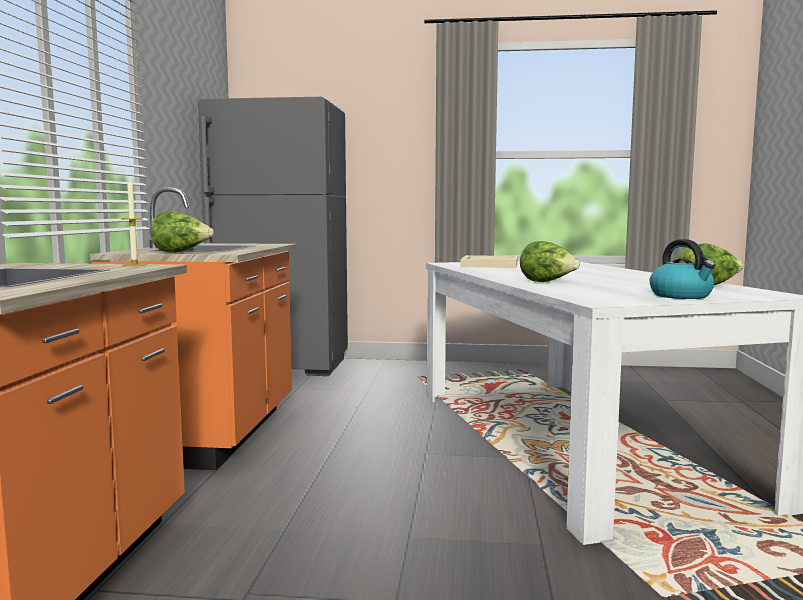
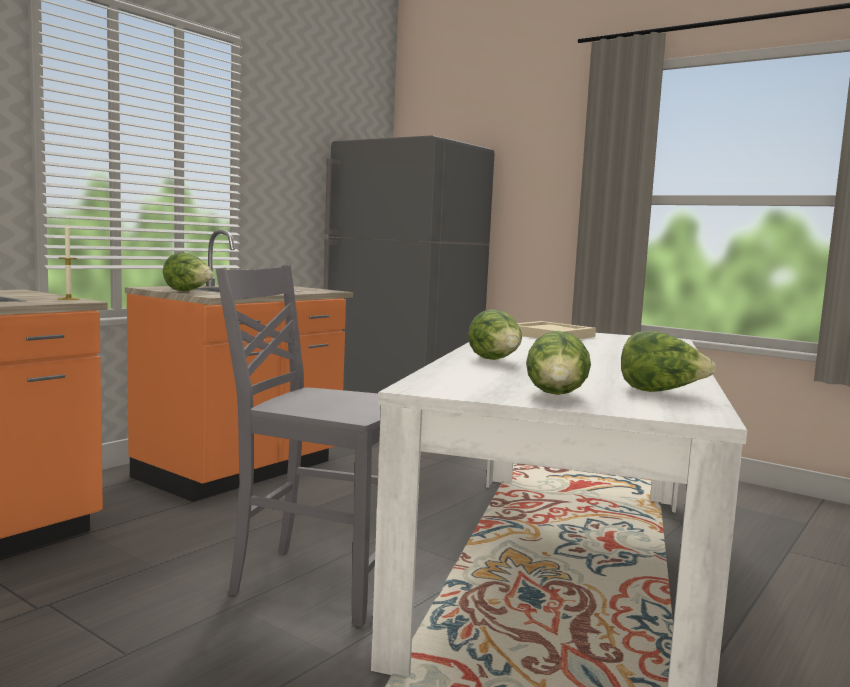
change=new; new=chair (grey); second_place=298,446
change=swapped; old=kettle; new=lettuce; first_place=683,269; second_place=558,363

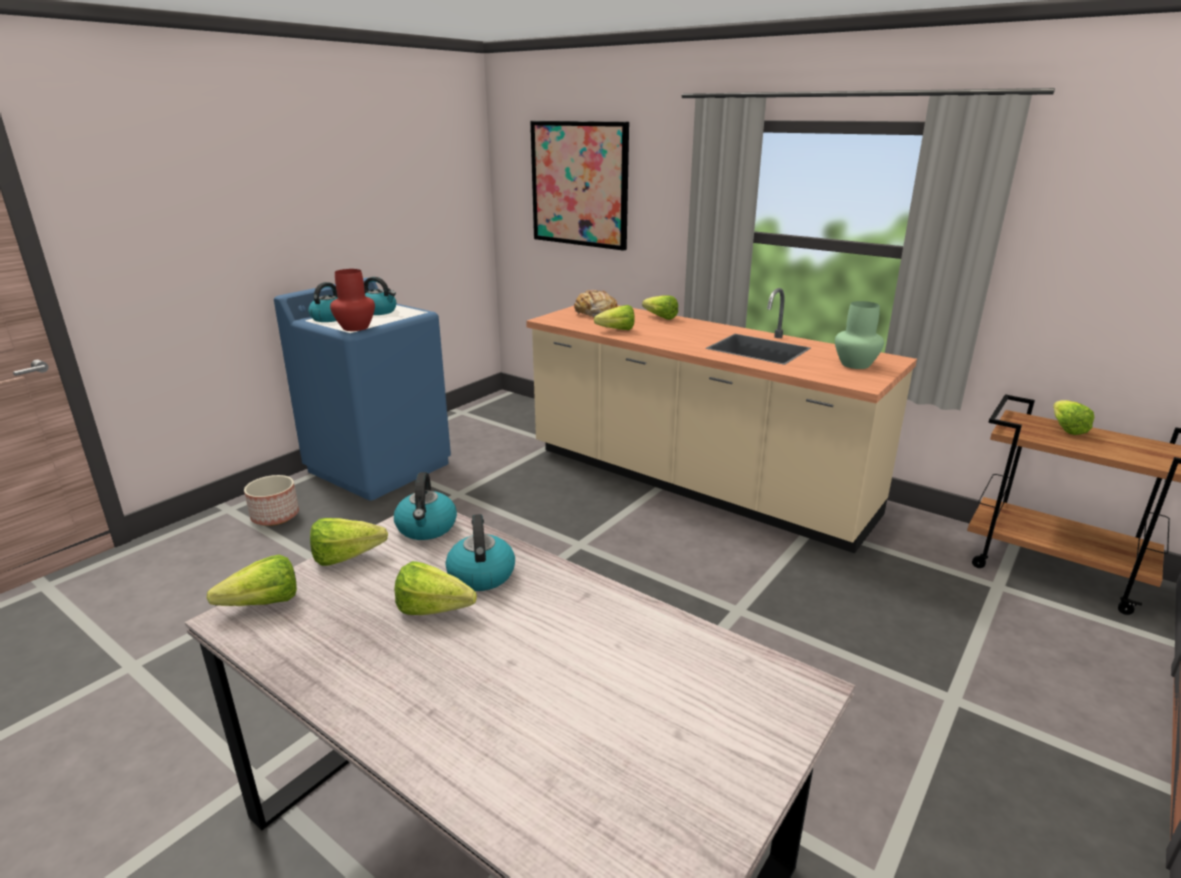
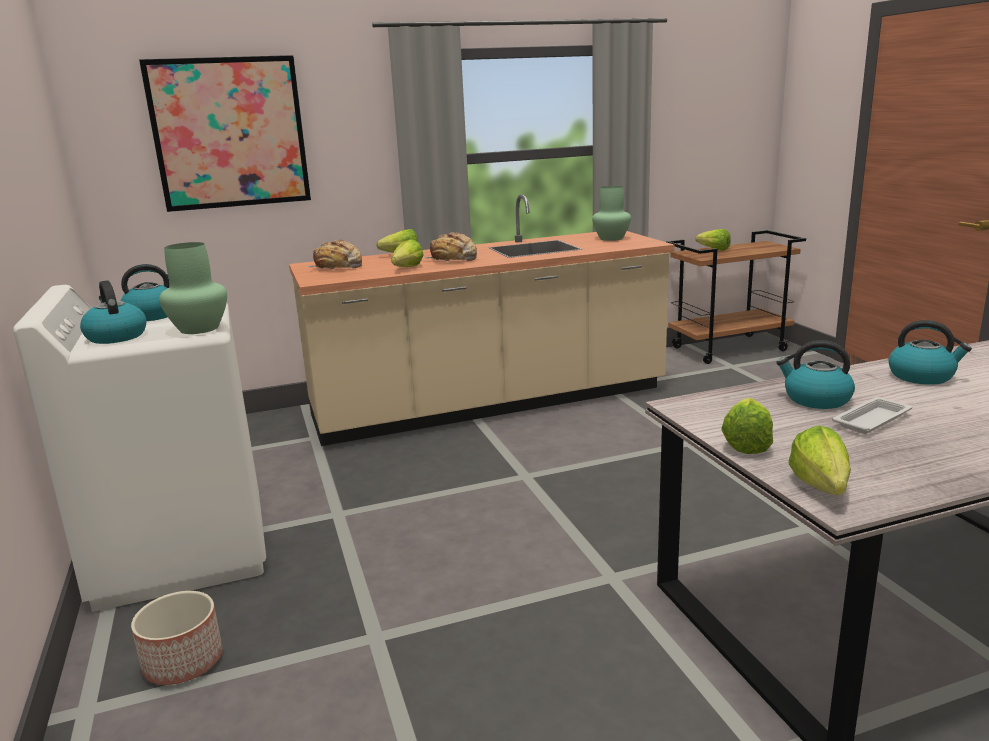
change=new; new=bread; second_place=450,247
change=shifted; old=kettle; first_place=425,506; second_place=930,352
change=swapped; old=lettuce; new=tray (white); first_place=435,588; second_place=872,415
change=repainted; old=washing machine (blue); new=washing machine (white); first_place=362,389; second_place=139,448
change=repainted; old=vase (red); new=vase (green); first_place=352,300; second_place=193,288

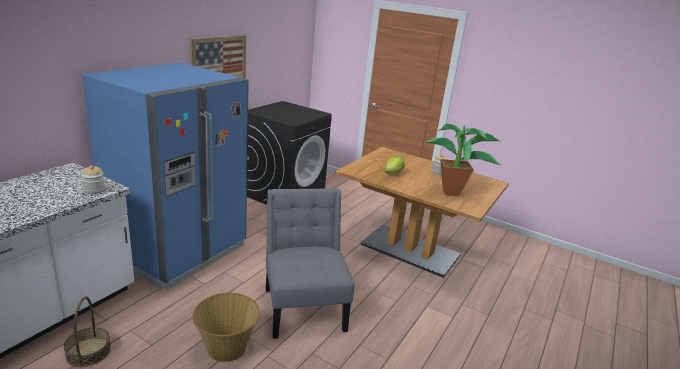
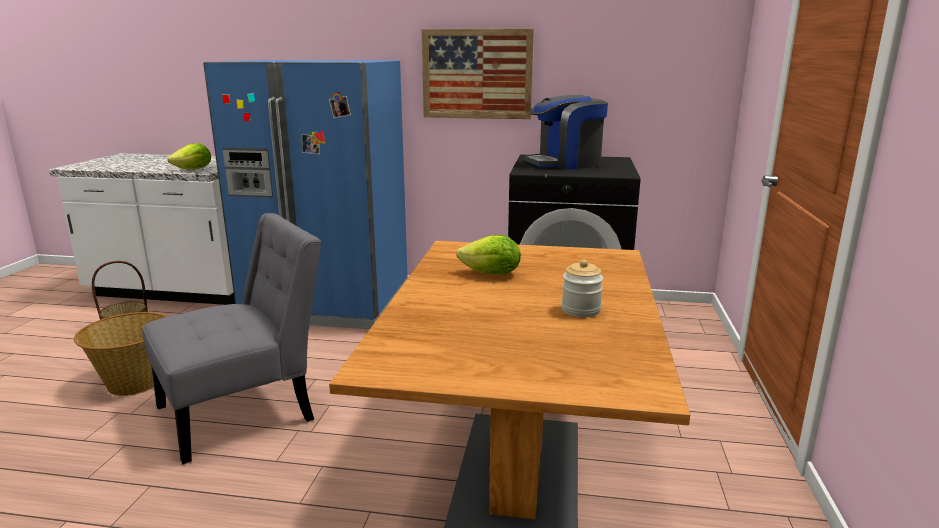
change=gone; old=potted plant; first_place=463,160
change=new; new=coffee machine; second_place=566,132
change=swapped; old=jar; new=lettuce; first_place=93,179; second_place=189,156

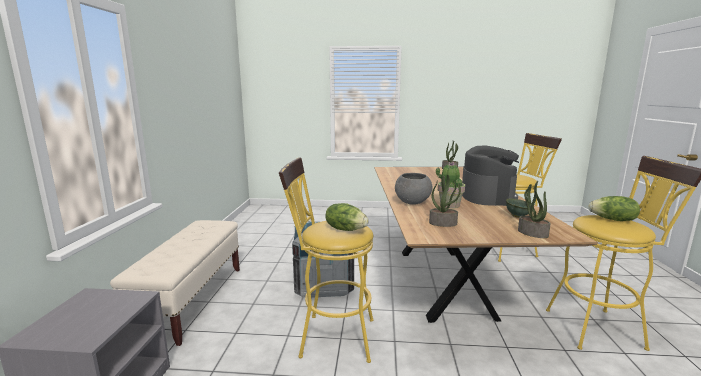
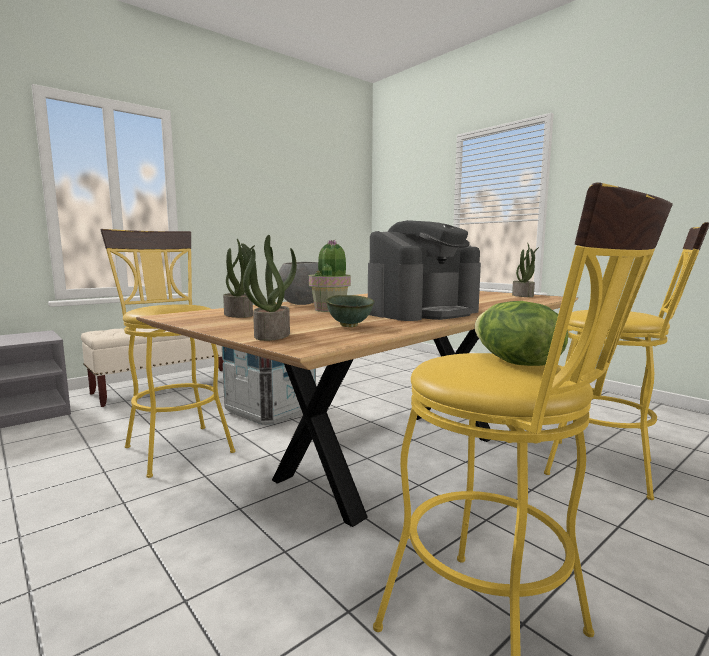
change=gone; old=lettuce; first_place=347,217

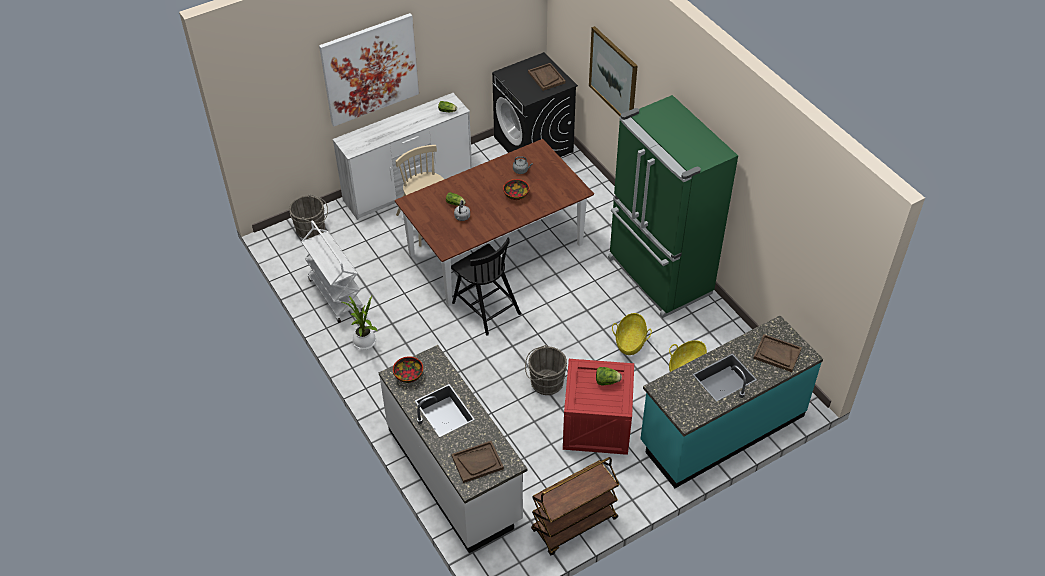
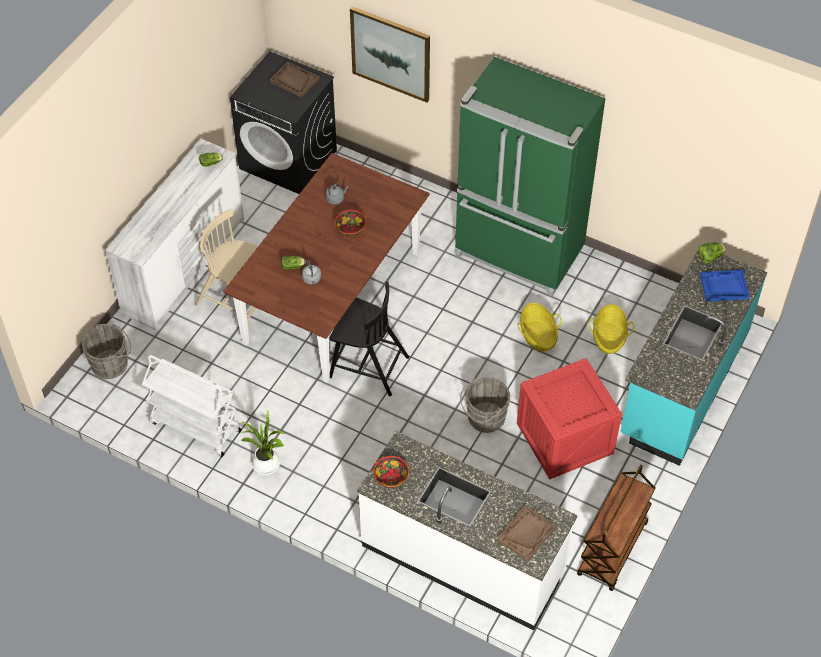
change=gone; old=picture; first_place=369,69
change=shifted; old=lettuce; first_place=609,376; second_place=712,252
change=repainted; old=tray (brown); new=tray (blue); first_place=777,353; second_place=725,286

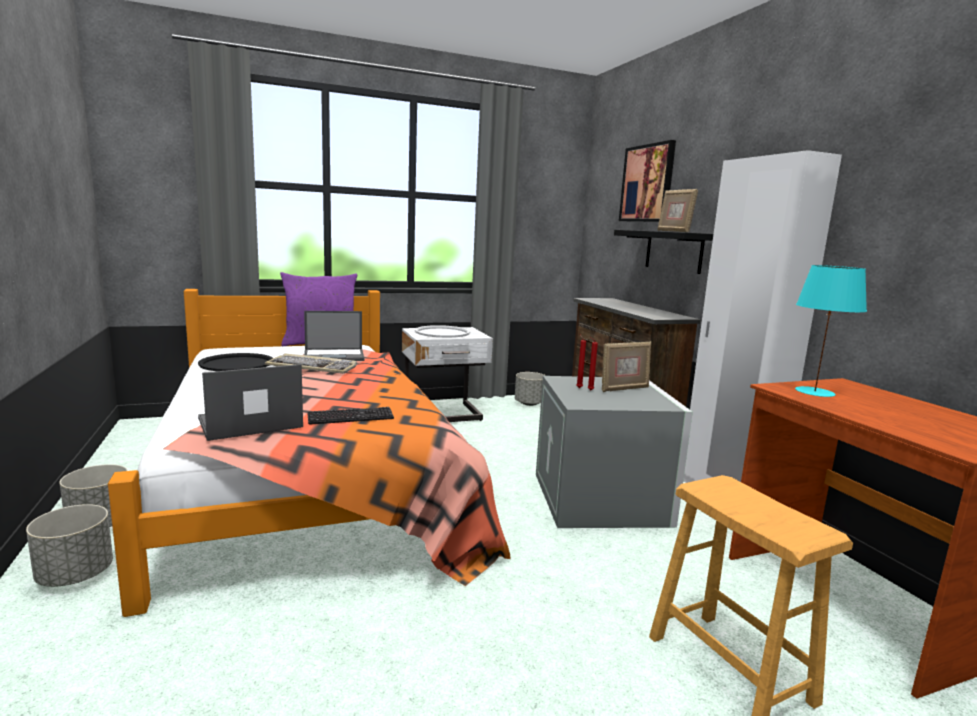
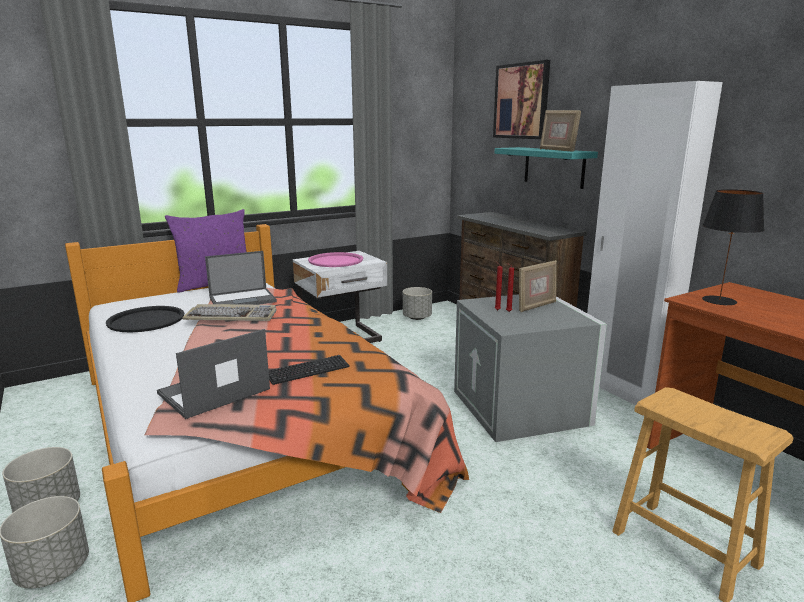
change=repainted; old=tray (white); new=tray (pink); first_place=442,331; second_place=335,259
change=repainted; old=shelf (black); new=shelf (turquoise); first_place=663,252; second_place=546,168
change=repainted; old=table lamp (turquoise); new=table lamp (black); first_place=831,331; second_place=733,247

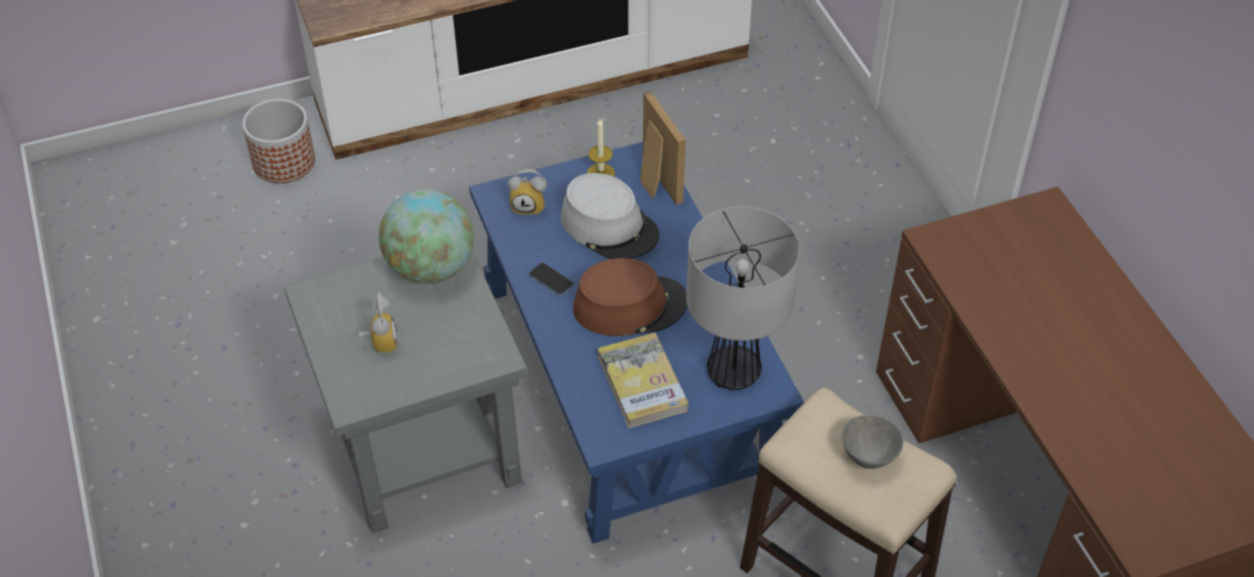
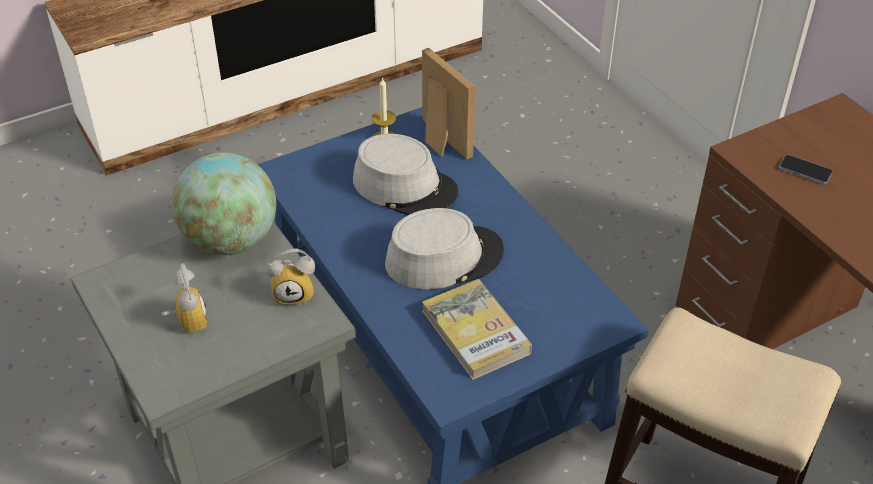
change=gone; old=planter; first_place=278,141
change=gone; old=table lamp; first_place=743,298
change=gone; old=bowl (grey); first_place=873,442
change=shifted; old=alarm clock; first_place=527,192; second_place=291,277
change=shifted; old=phone; first_place=551,279; second_place=806,169
change=repainted; old=hat (brown); new=hat (grey); first_place=630,297; second_place=444,248

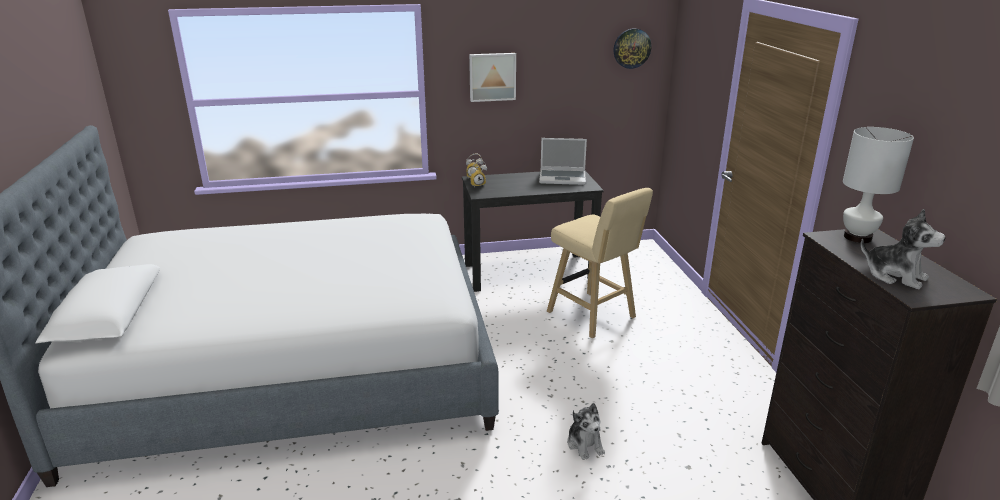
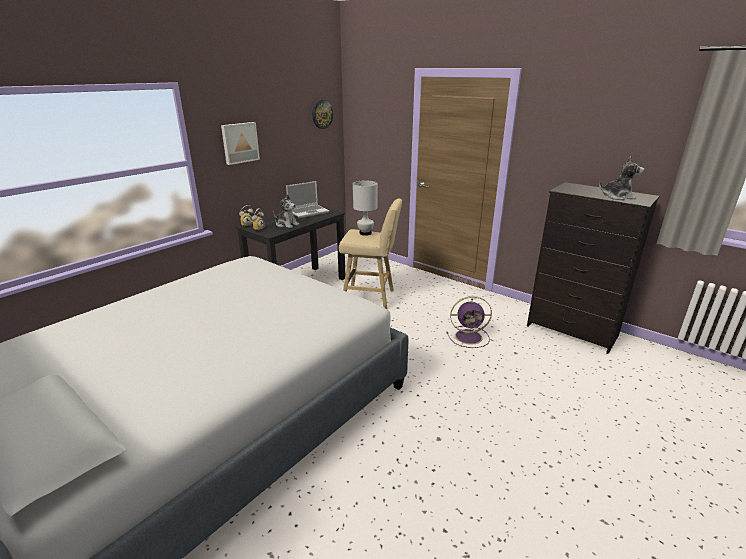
change=new; new=fan (purple); second_place=469,322
change=shifted; old=plush toy; first_place=586,431; second_place=286,211
change=shifted; old=table lamp (white); first_place=878,185; second_place=365,208

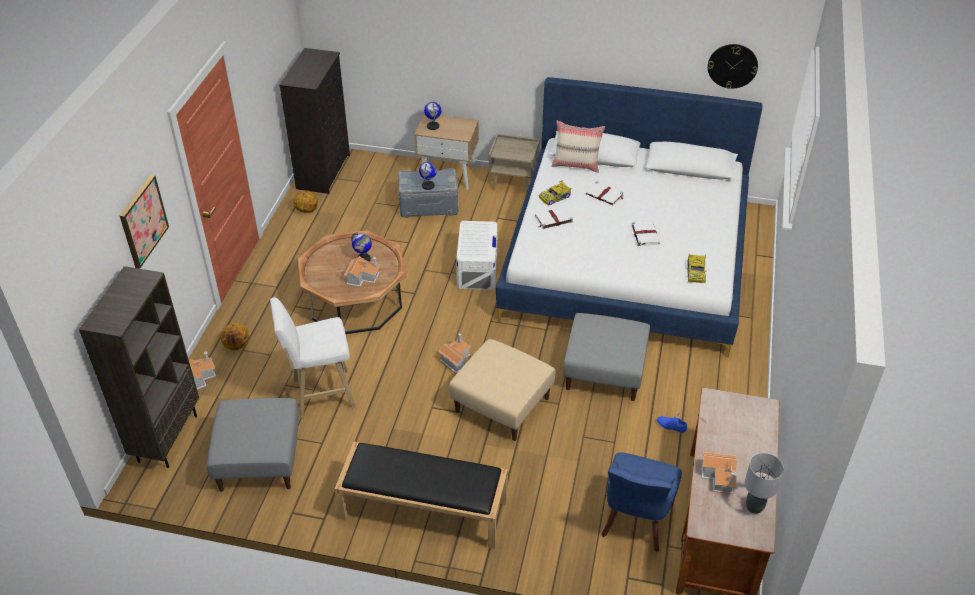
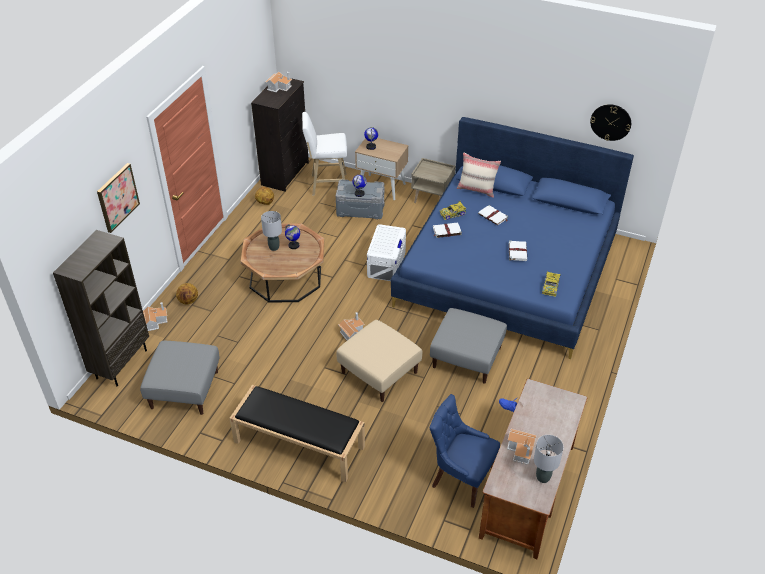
change=new; new=table lamp (grey); second_place=271,231
change=shifted; old=stool (white); first_place=313,357; second_place=324,153
change=shifted; old=toy house; first_place=362,271; second_place=279,82
change=repainted; old=bed (white); new=bed (blue); first_place=629,217; second_place=512,238
change=rotated; old=chair (blue); first_place=641,502; second_place=465,451; degrees=90

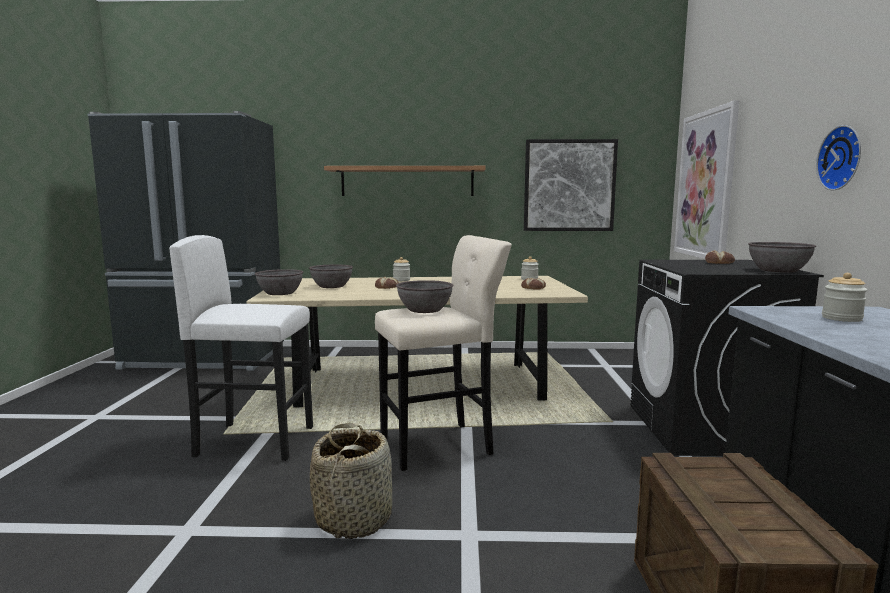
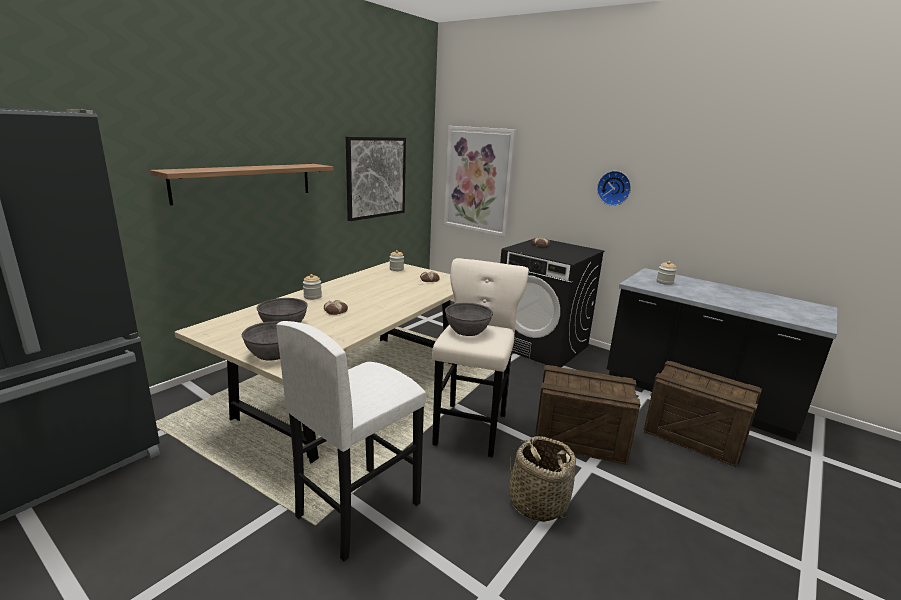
change=gone; old=bowl (grey); first_place=782,257
change=new; new=crate; second_place=588,415

